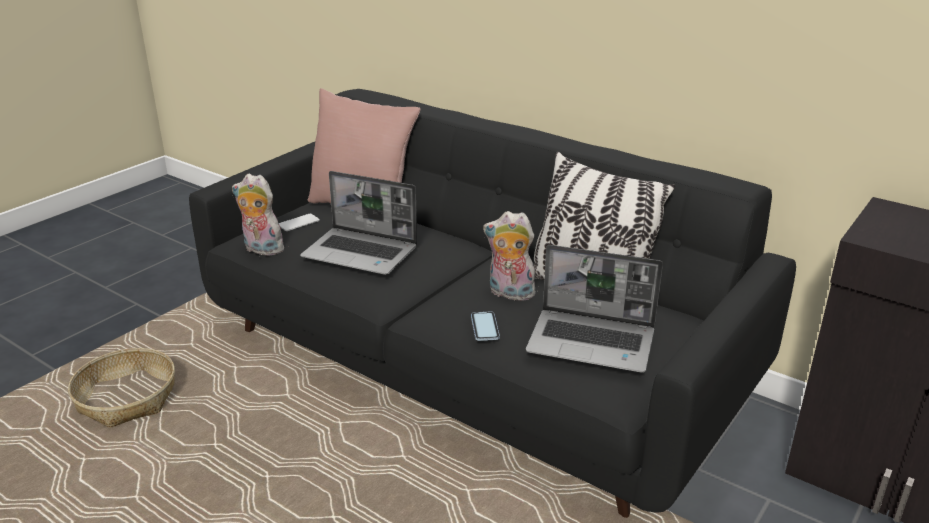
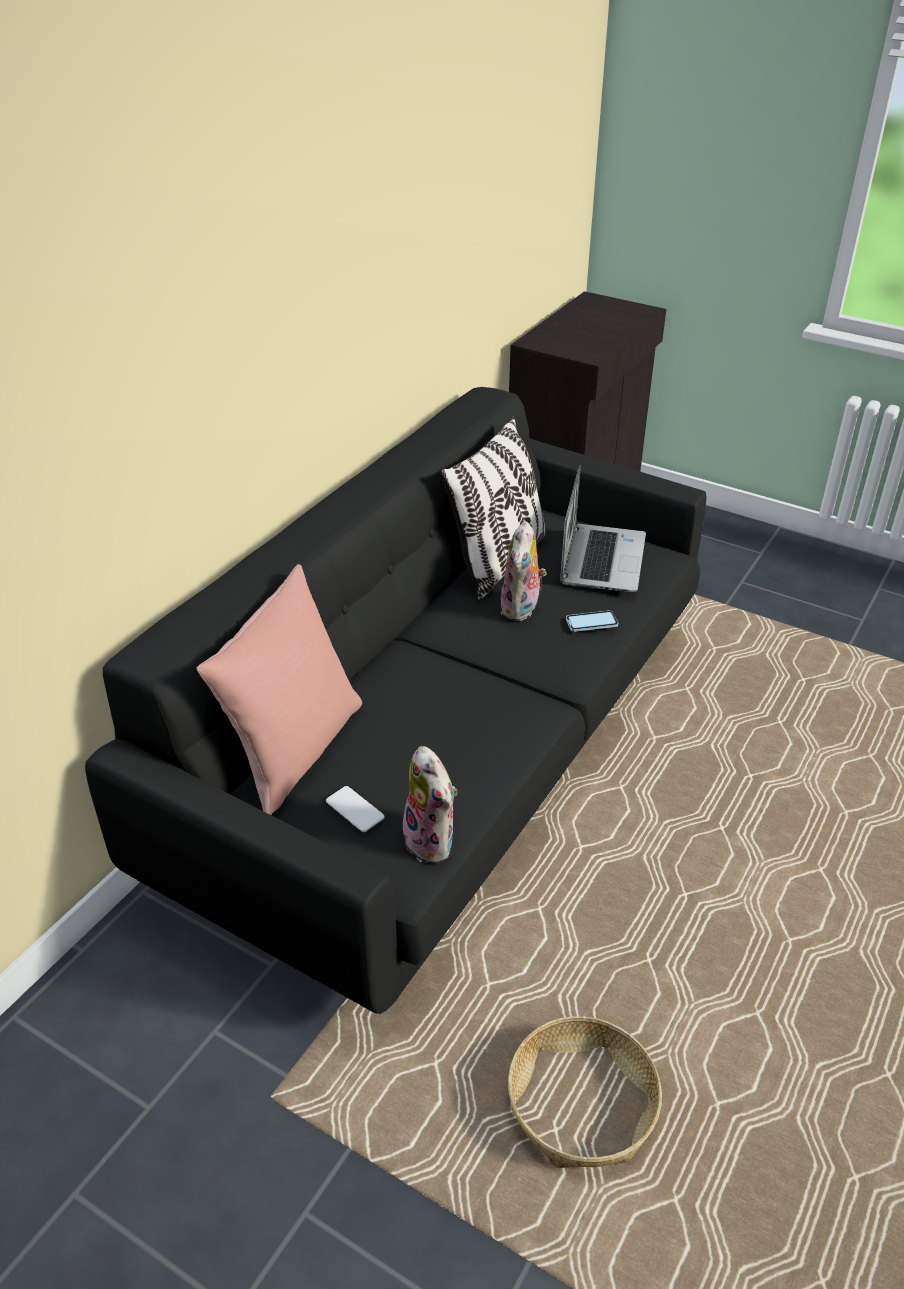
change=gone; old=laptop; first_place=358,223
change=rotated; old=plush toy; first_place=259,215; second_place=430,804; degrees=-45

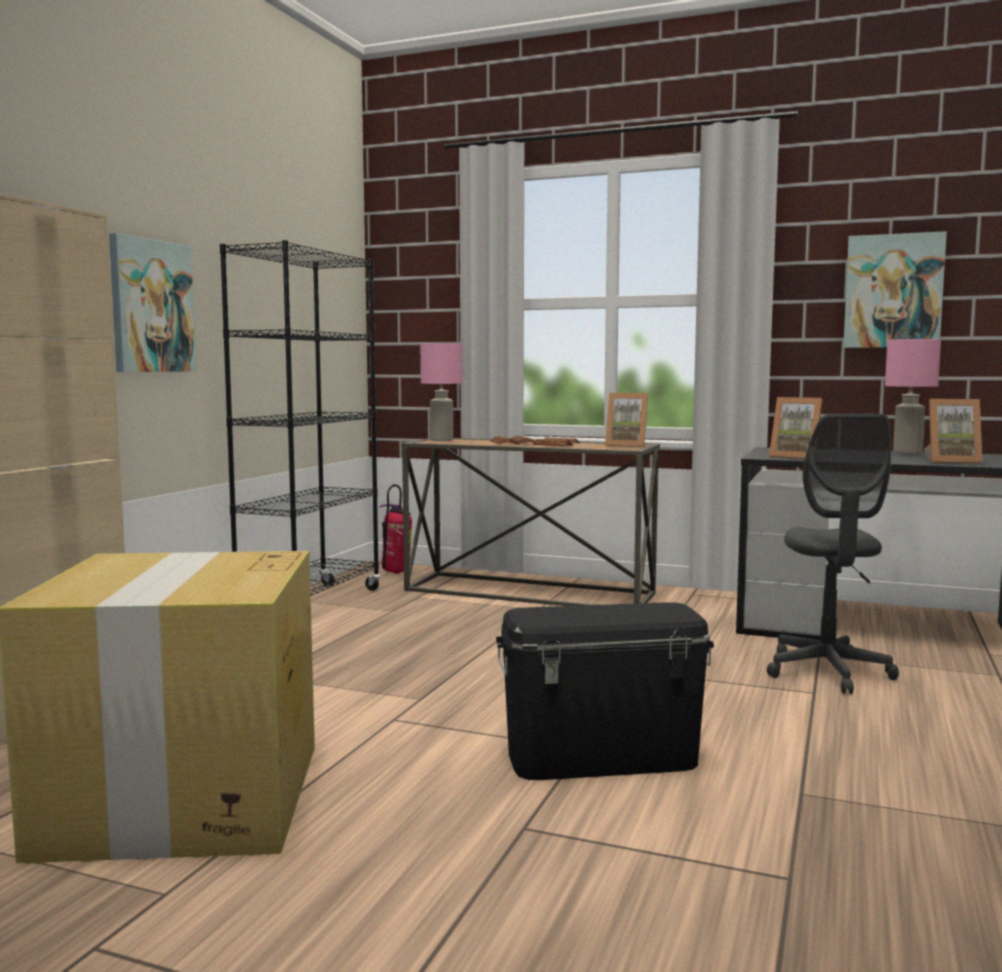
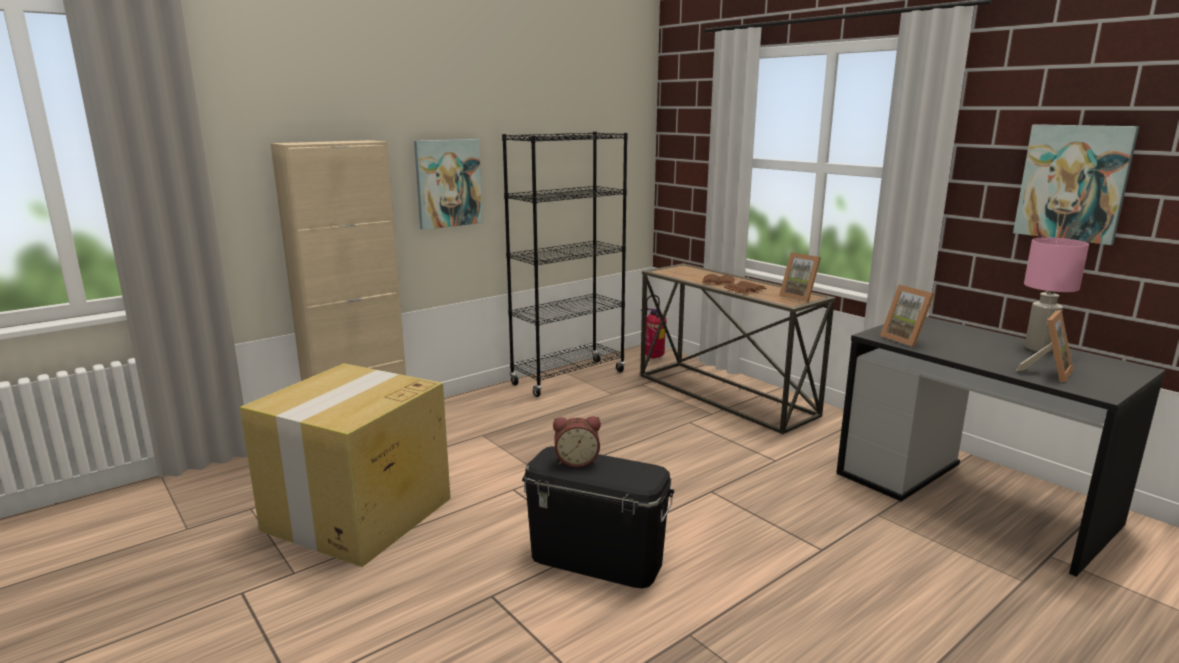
change=gone; old=table lamp (pink); first_place=441,392
change=gone; old=office chair (grey); first_place=833,554
change=new; new=alarm clock; second_place=577,441
change=rotated; old=picture frame; first_place=953,431; second_place=1044,346; degrees=-90

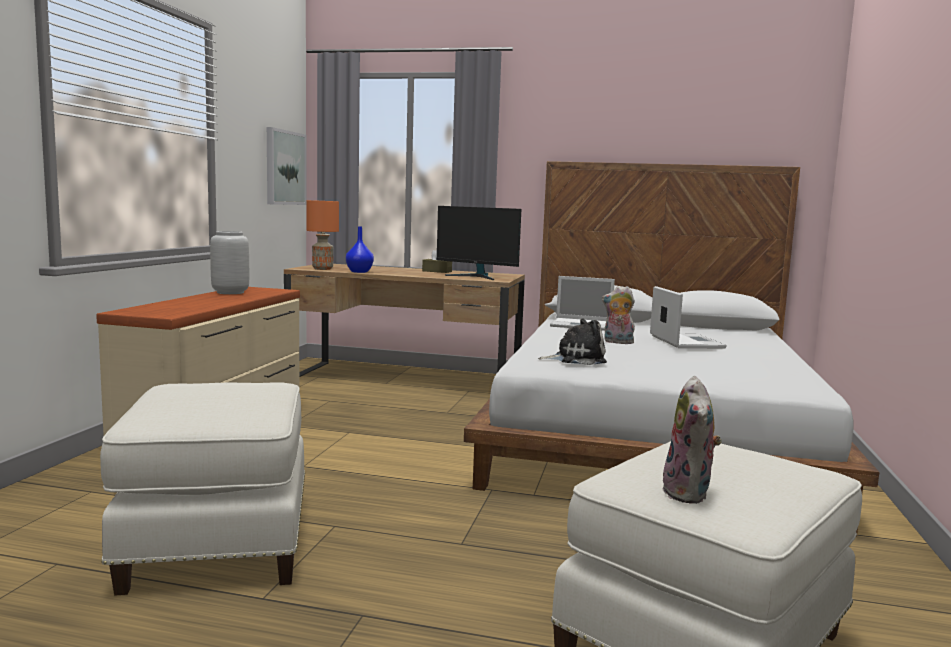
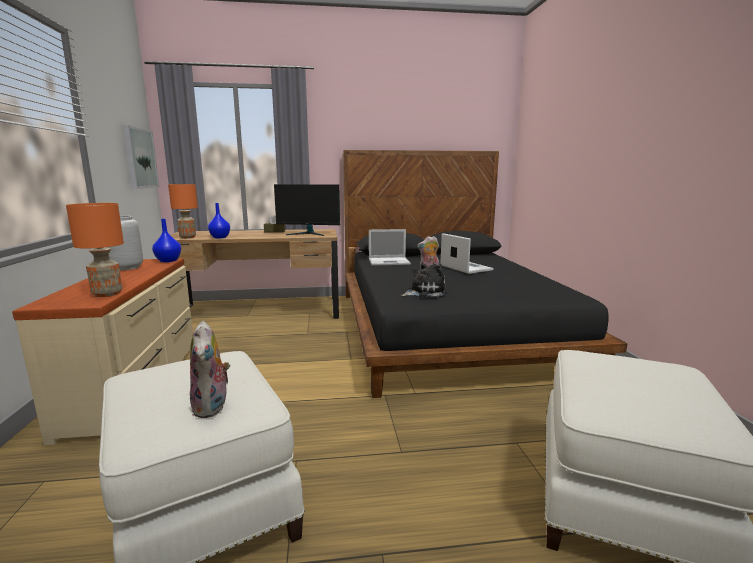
change=new; new=table lamp (orange); second_place=95,250
change=new; new=vase (blue); second_place=166,240
change=shifted; old=plush toy; first_place=692,440; second_place=210,369
change=repainted; old=bed (white); new=bed (black); first_place=671,349; second_place=485,274

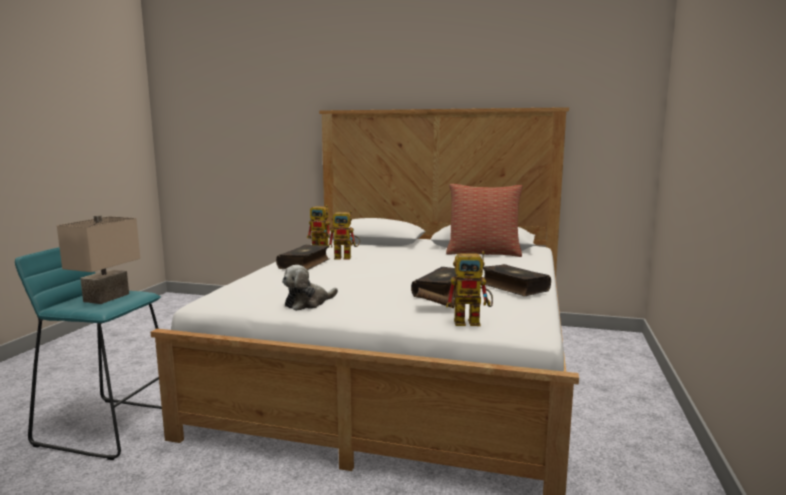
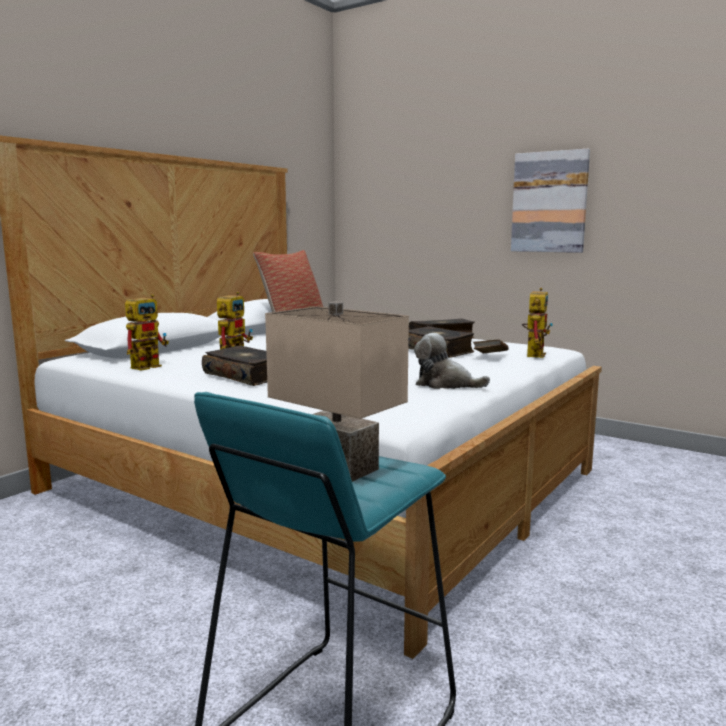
change=new; new=picture; second_place=550,201
change=rotated; old=plush toy; first_place=310,288; second_place=452,361; degrees=135

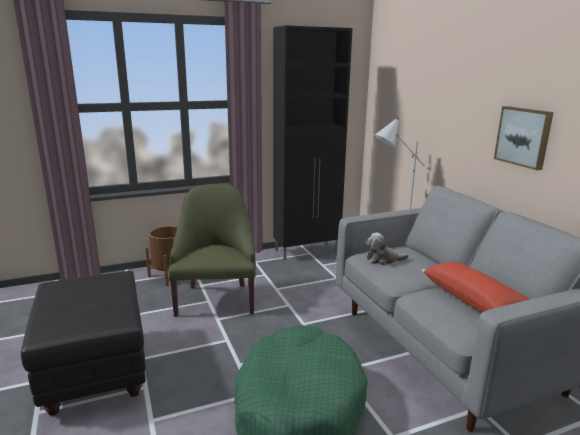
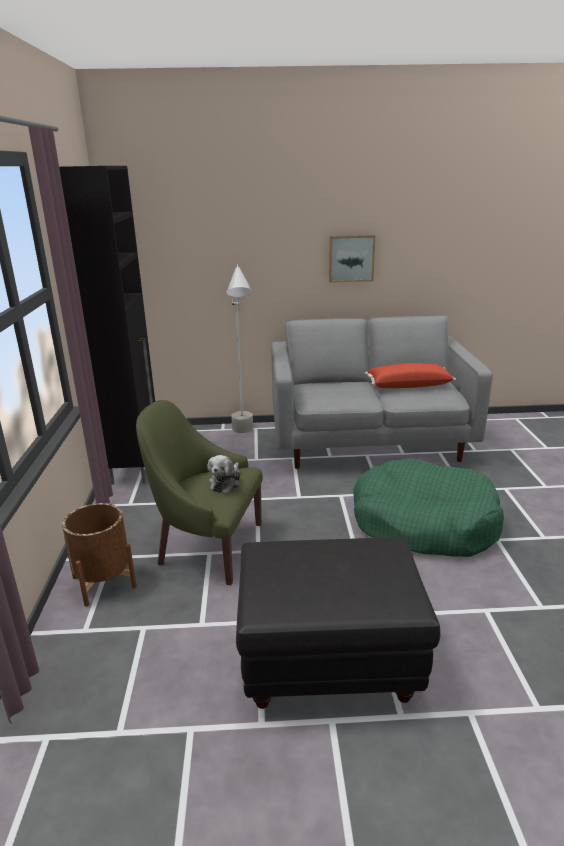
change=shifted; old=plush toy; first_place=387,248; second_place=223,474

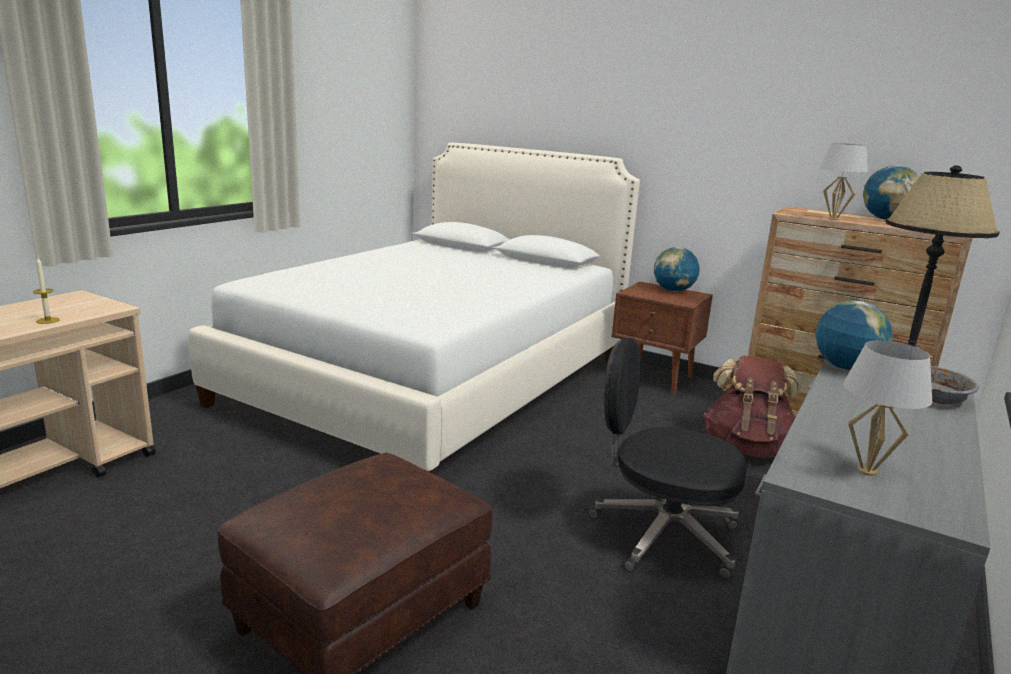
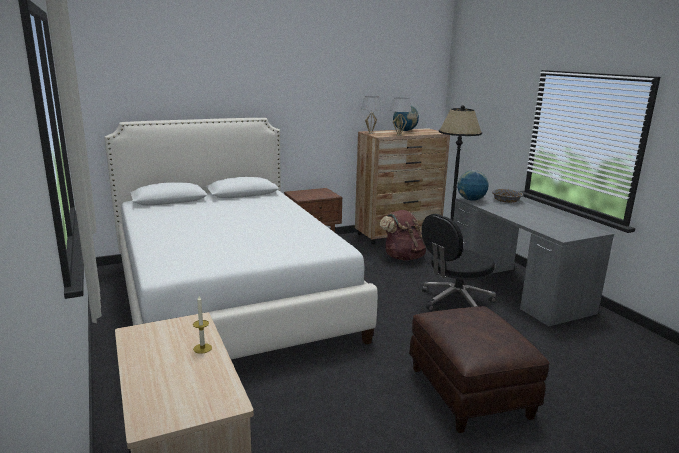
change=gone; old=globe; first_place=677,269
change=shifted; old=table lamp (white); first_place=887,408; second_place=371,115

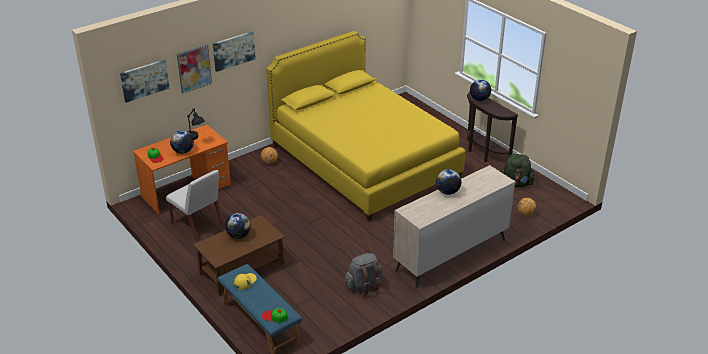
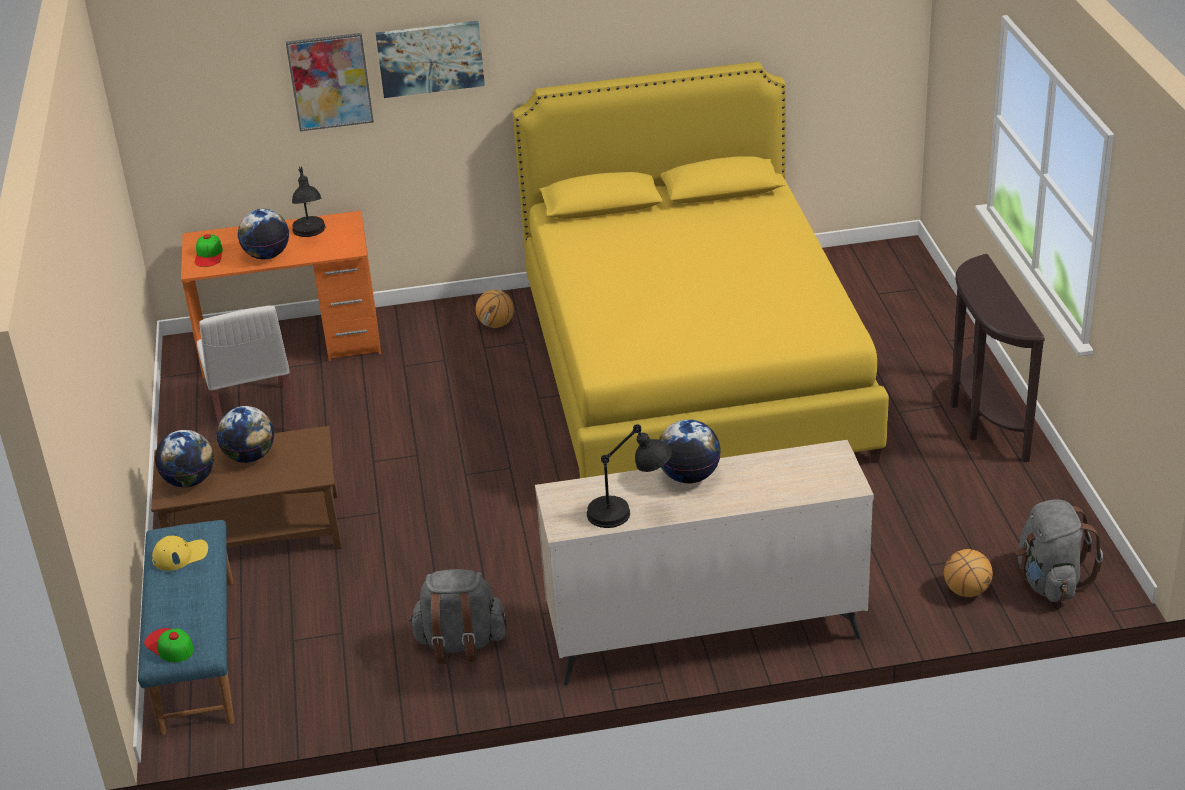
change=gone; old=picture; first_place=145,81
change=gone; old=backpack (green); first_place=518,170
change=new; new=table lamp (black); second_place=629,476
change=new; new=backpack (grey); second_place=1059,550
change=shifted; old=globe; first_place=480,90; second_place=184,458

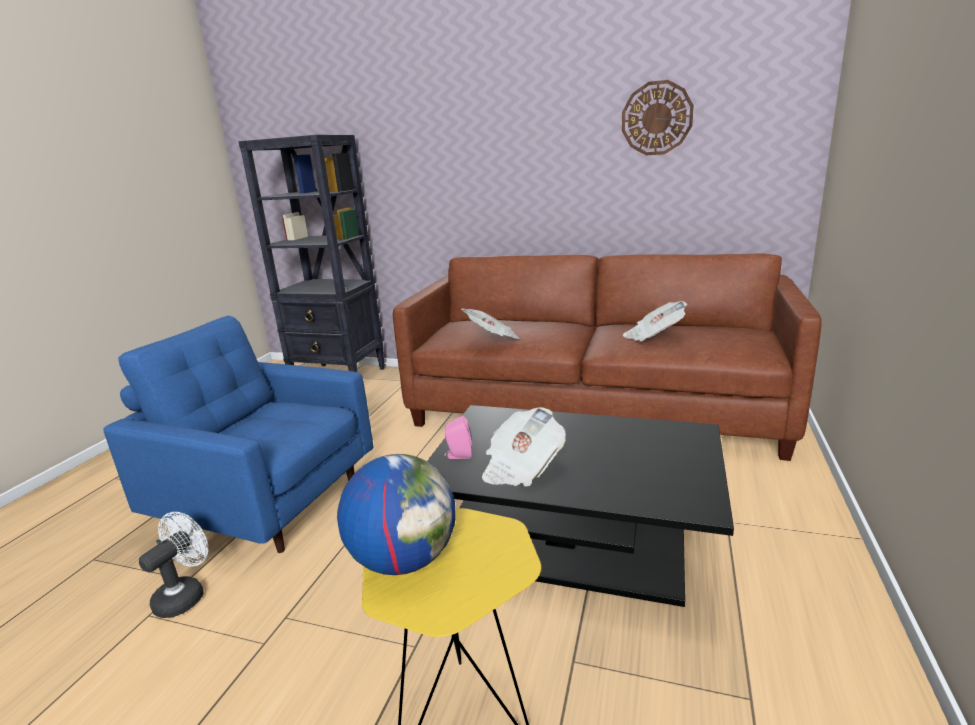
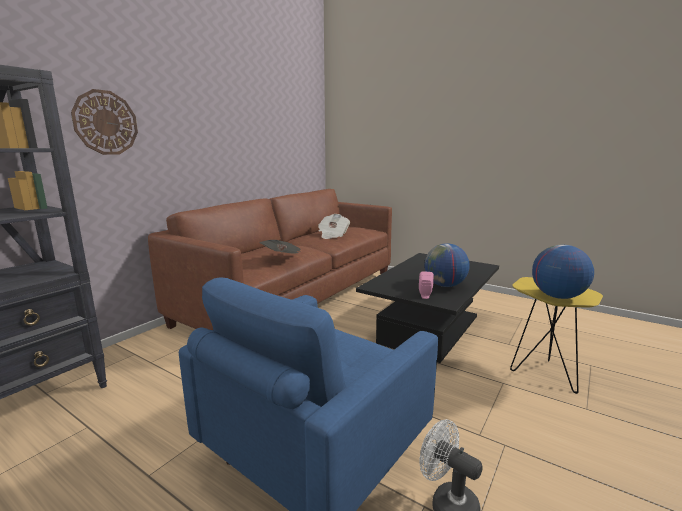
change=shifted; old=wall clock; first_place=658,117; second_place=104,122
change=swapped; old=newspaper; new=globe; first_place=524,447; second_place=447,265

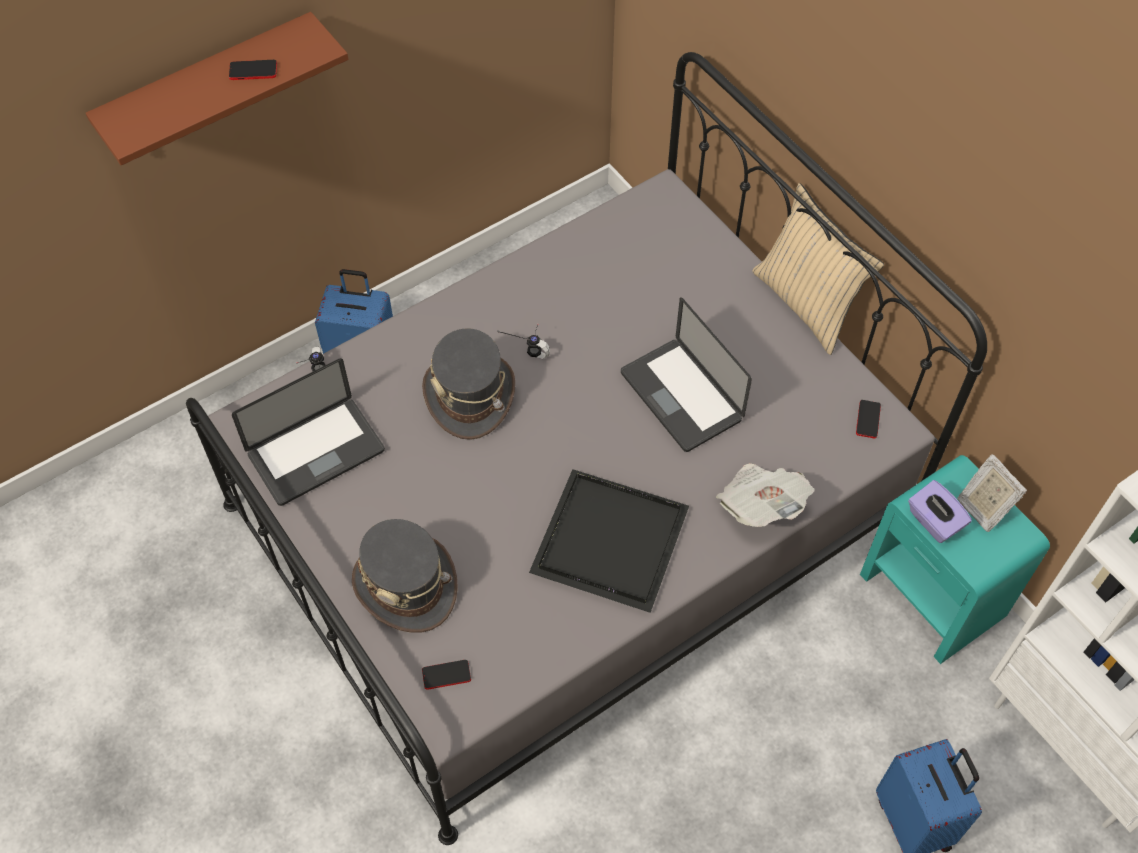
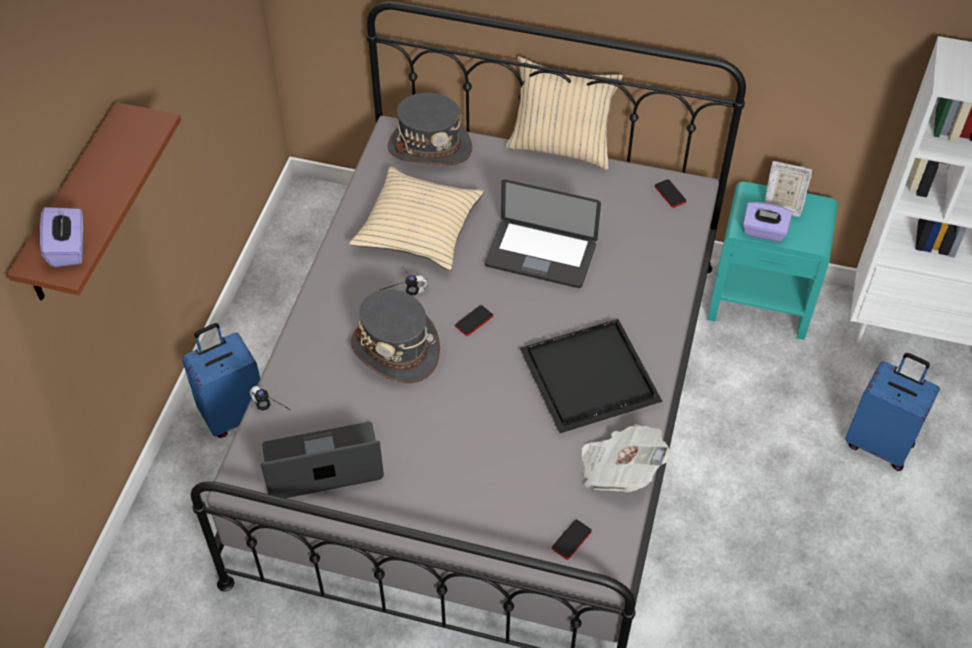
change=new; new=tissue box (purple); second_place=61,237
change=new; new=pillow (beige); second_place=416,218
change=shifted; old=phone; first_place=253,70; second_place=474,320
change=shifted; old=hat (grey); first_place=405,576; second_place=430,129
change=shifted; old=newspaper; first_place=765,495; second_place=626,458
change=rotated; old=laptop; first_place=308,432; second_place=322,460; degrees=-120

